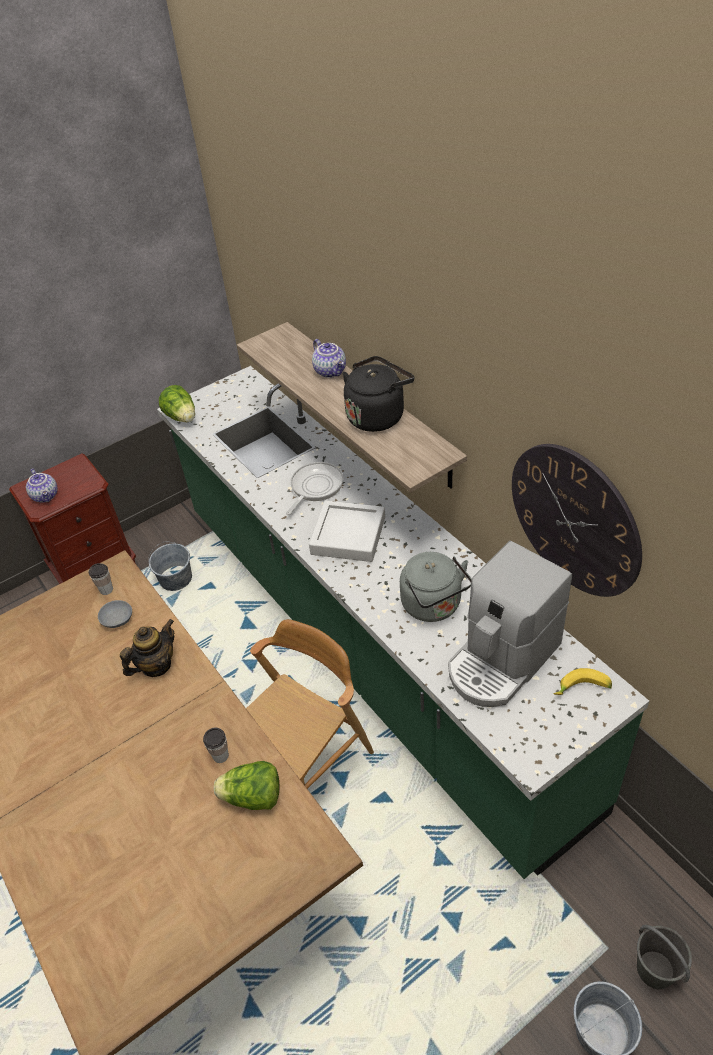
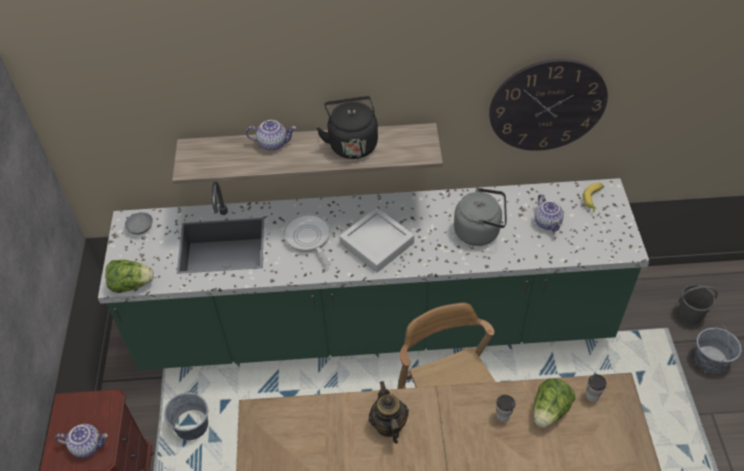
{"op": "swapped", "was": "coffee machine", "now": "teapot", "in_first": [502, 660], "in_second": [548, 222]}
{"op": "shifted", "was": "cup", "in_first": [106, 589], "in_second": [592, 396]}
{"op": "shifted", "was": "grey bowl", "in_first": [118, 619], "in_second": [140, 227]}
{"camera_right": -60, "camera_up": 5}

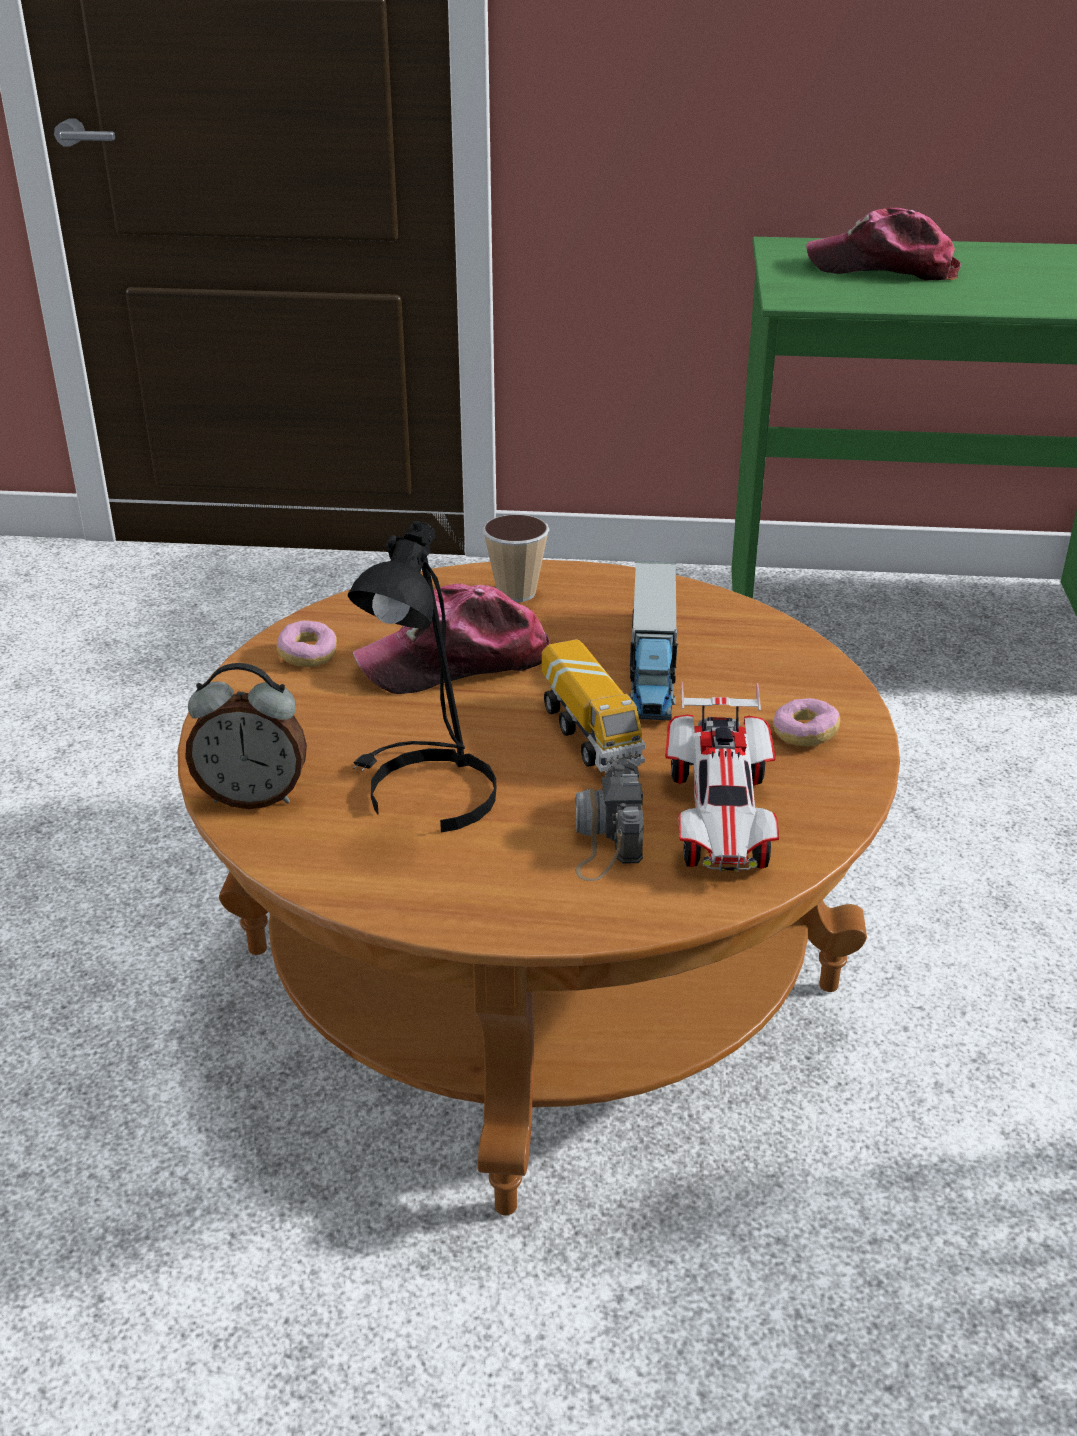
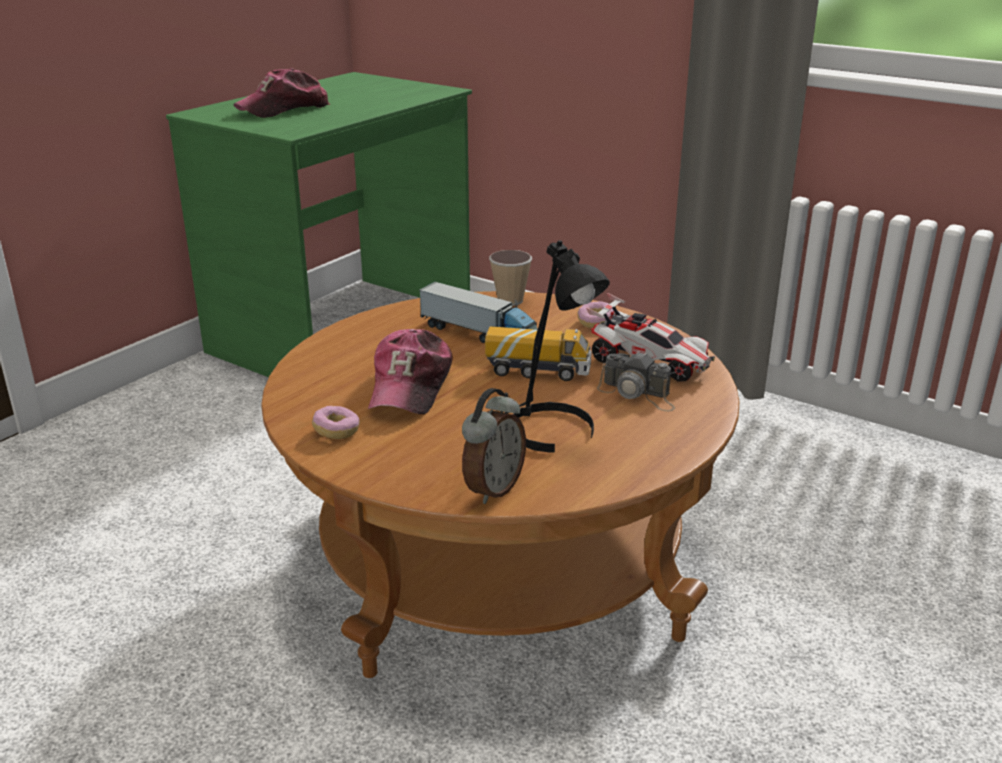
{"op": "shifted", "was": "cup", "in_first": [516, 593], "in_second": [510, 301]}
{"camera_right": -60, "camera_up": -5}

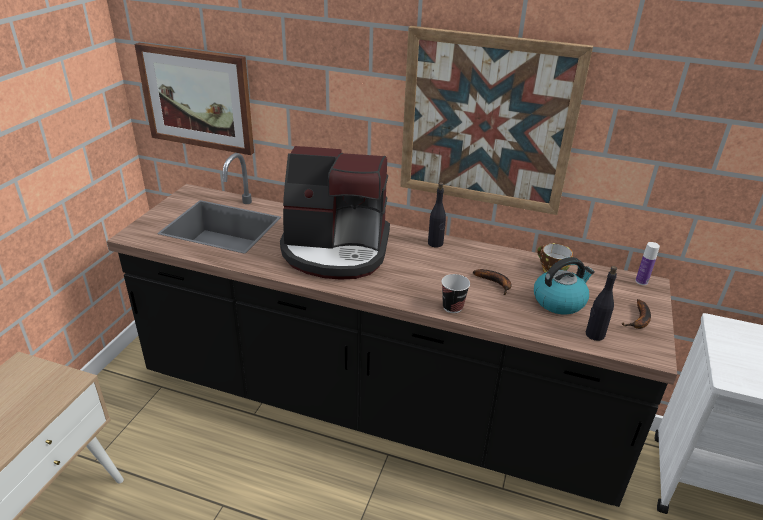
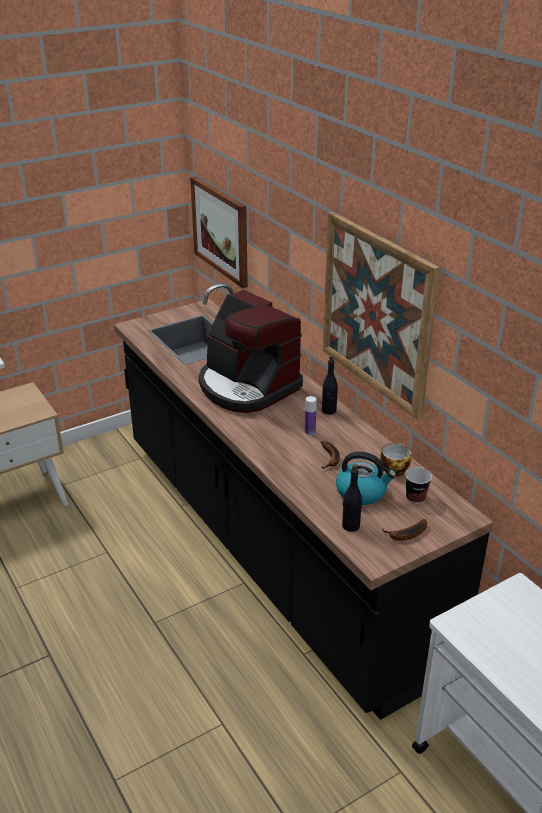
{"op": "shifted", "was": "bottle", "in_first": [641, 281], "in_second": [310, 432]}
{"op": "shifted", "was": "cup", "in_first": [452, 307], "in_second": [415, 498]}
{"camera_right": 40, "camera_up": 0}

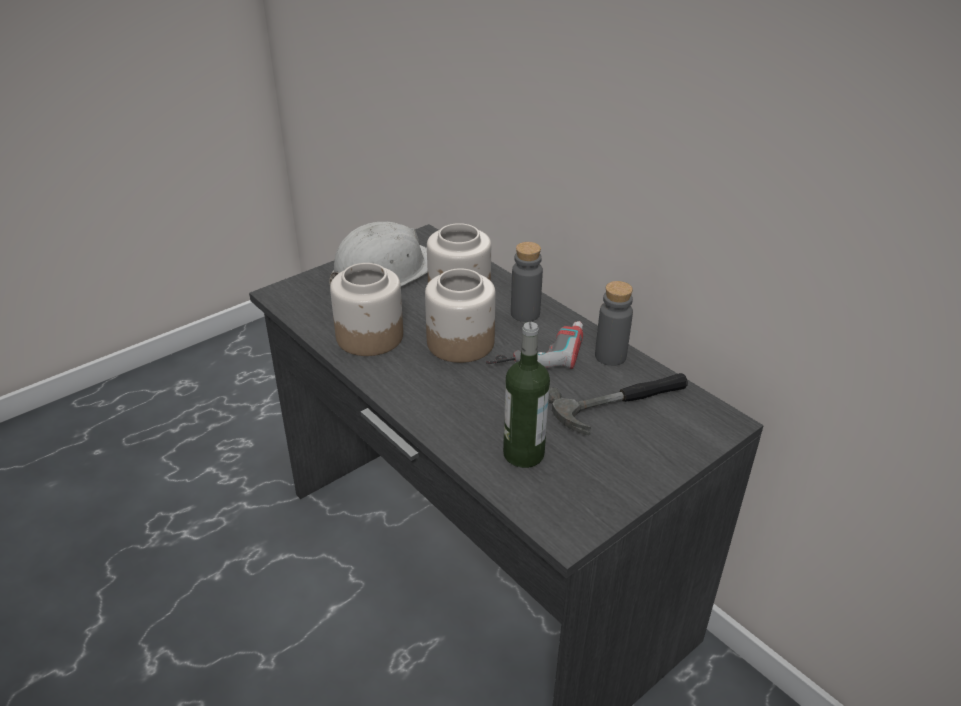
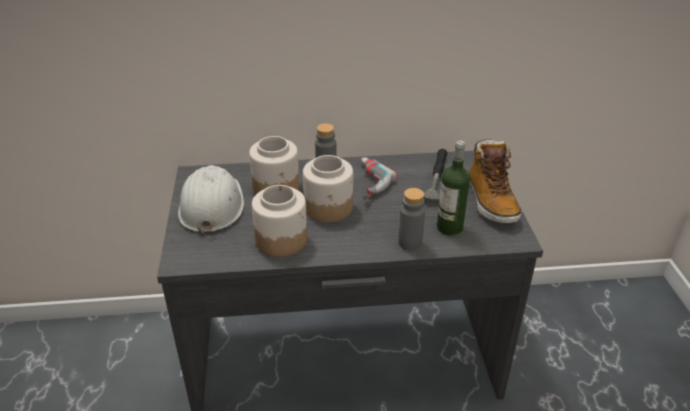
{"op": "shifted", "was": "grey bottle", "in_first": [610, 356], "in_second": [410, 243]}
{"op": "new", "now": "boot", "in_second": [491, 201]}
{"camera_right": -55, "camera_up": 0}

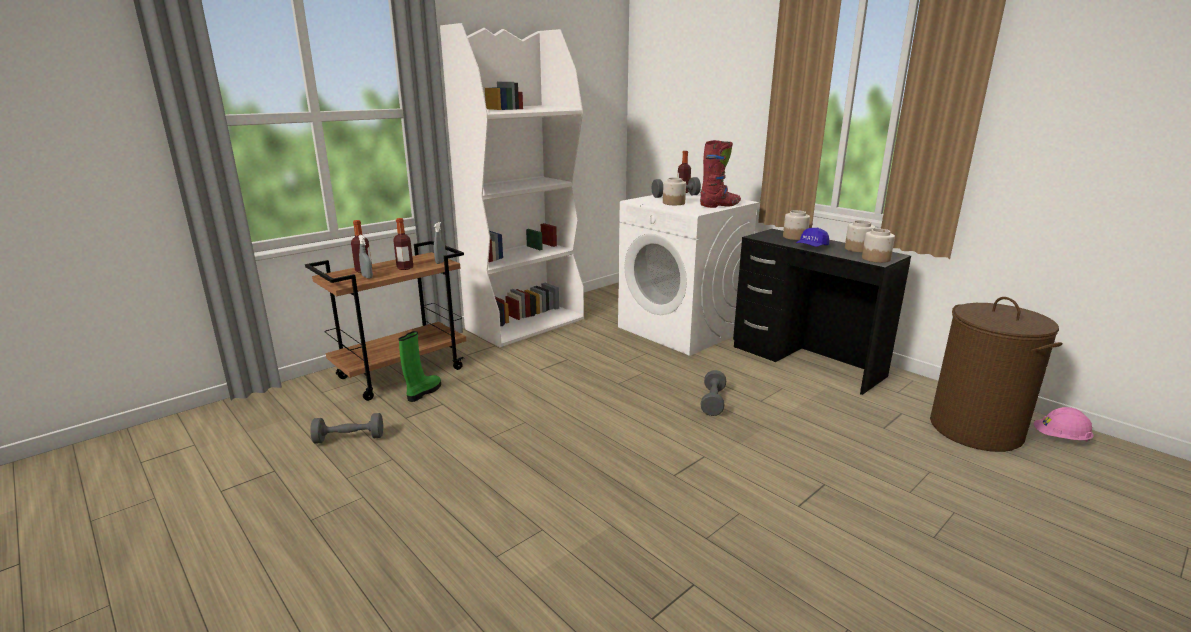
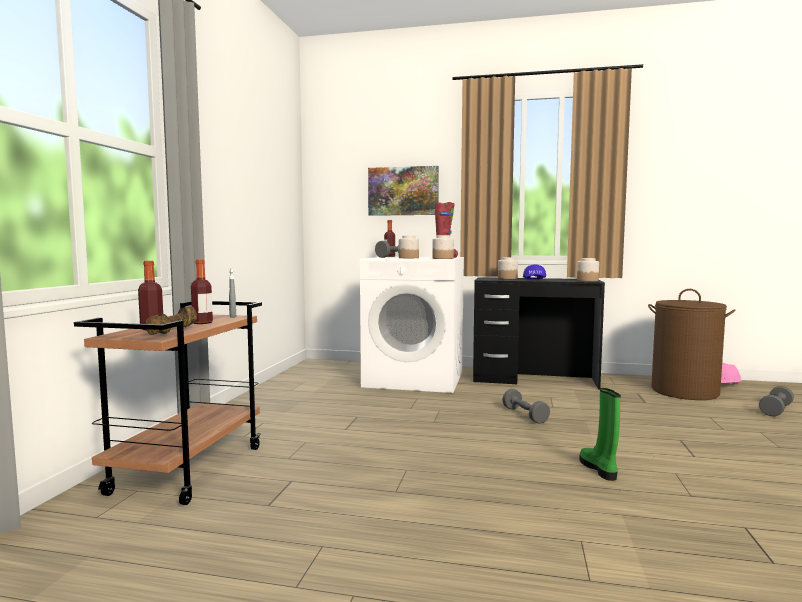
{"op": "gone", "was": "white bookcase", "in_first": [526, 324]}
{"op": "shifted", "was": "jar", "in_first": [858, 249], "in_second": [443, 258]}
{"op": "swapped", "was": "grey spray bottle", "now": "brown dumbbell", "in_first": [367, 277], "in_second": [173, 331]}
{"op": "shifted", "was": "green boot", "in_first": [423, 392], "in_second": [599, 469]}
{"op": "shifted", "was": "grey dumbbell", "in_first": [349, 438], "in_second": [776, 410]}
{"op": "new", "now": "picture", "in_second": [403, 191]}
{"camera_right": -35, "camera_up": -15}

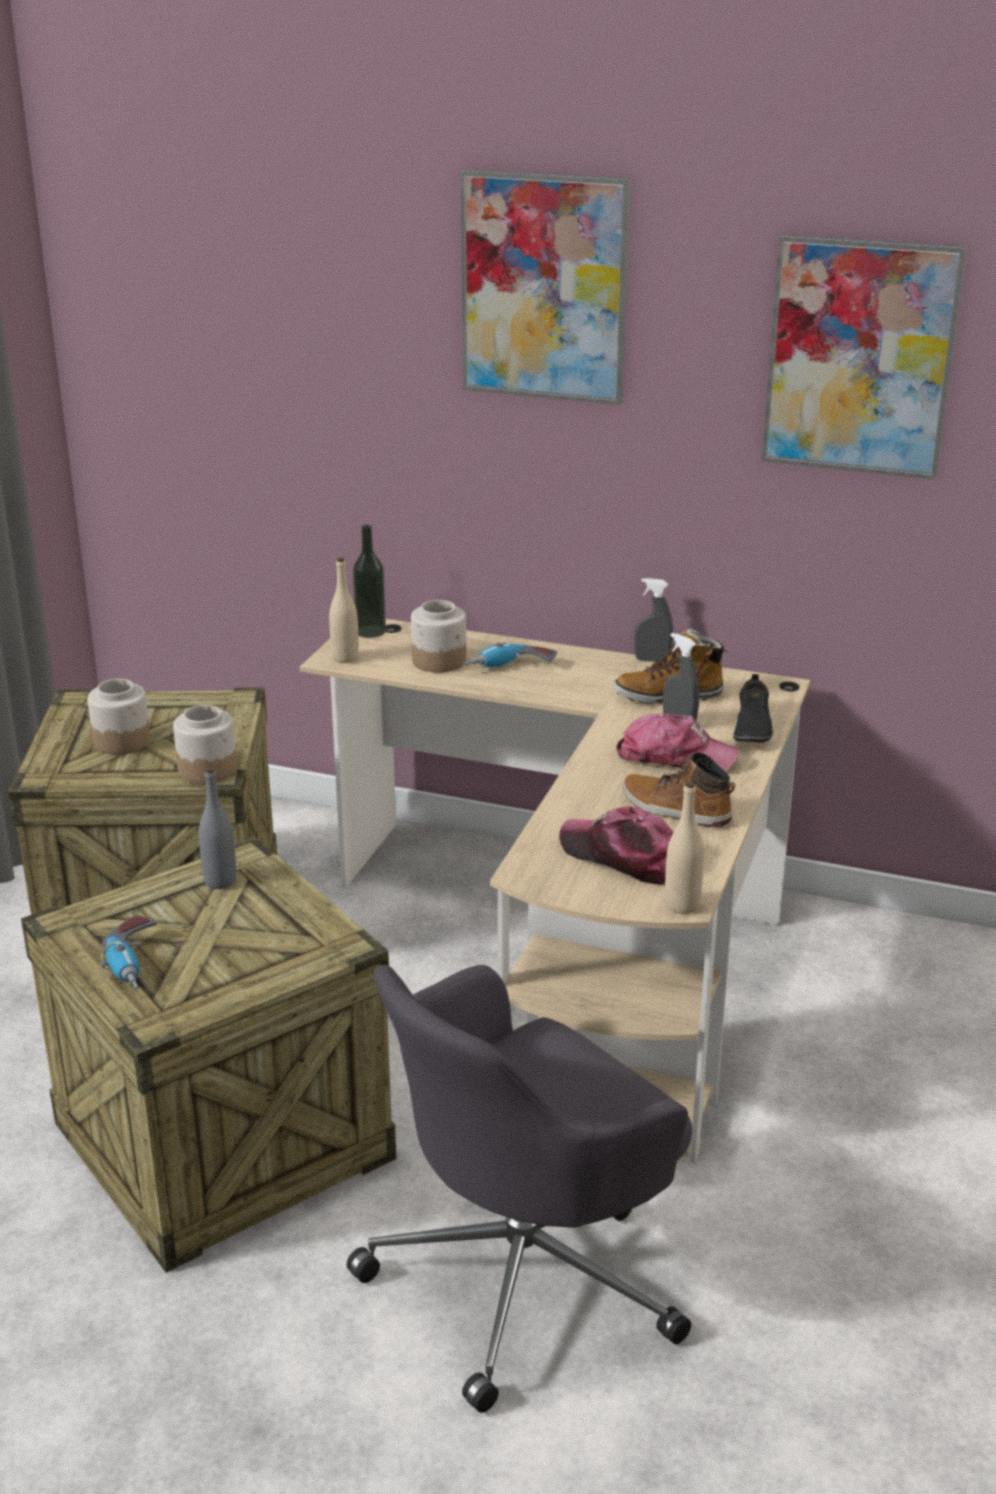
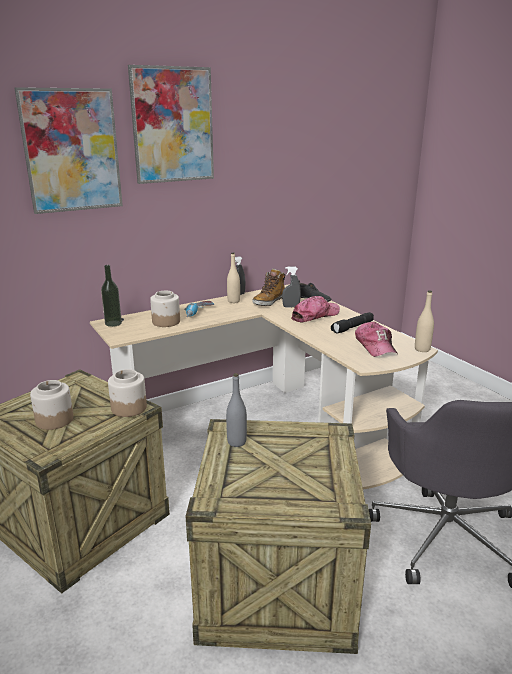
{"op": "shifted", "was": "picture", "in_first": [860, 357], "in_second": [71, 151]}
{"op": "shifted", "was": "beige bottle", "in_first": [345, 658], "in_second": [233, 301]}
{"op": "swapped", "was": "boot", "now": "black flashlight", "in_first": [675, 810], "in_second": [352, 328]}
{"op": "rotated", "was": "cap", "in_first": [623, 857], "in_second": [375, 346], "clockwise": -90}
{"op": "gone", "was": "power drill", "in_first": [135, 964]}
{"camera_right": -50, "camera_up": -5}

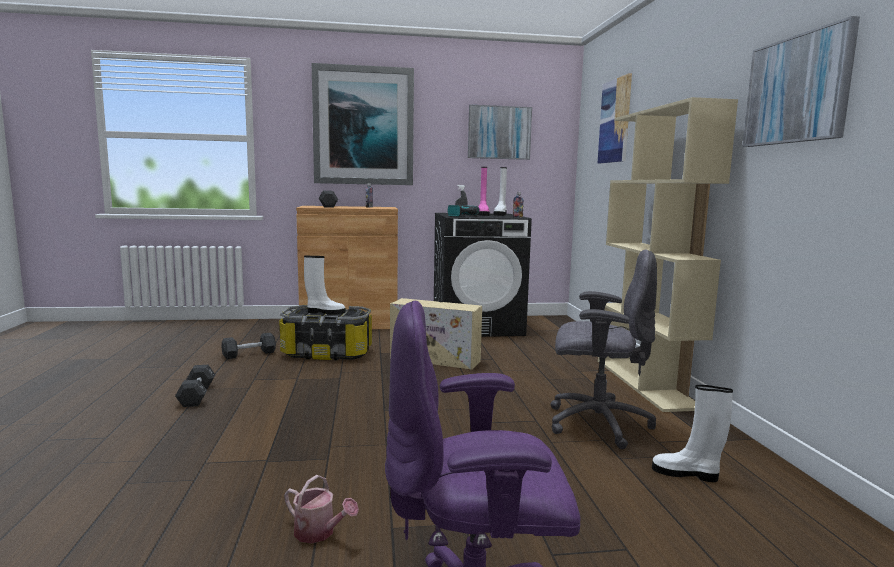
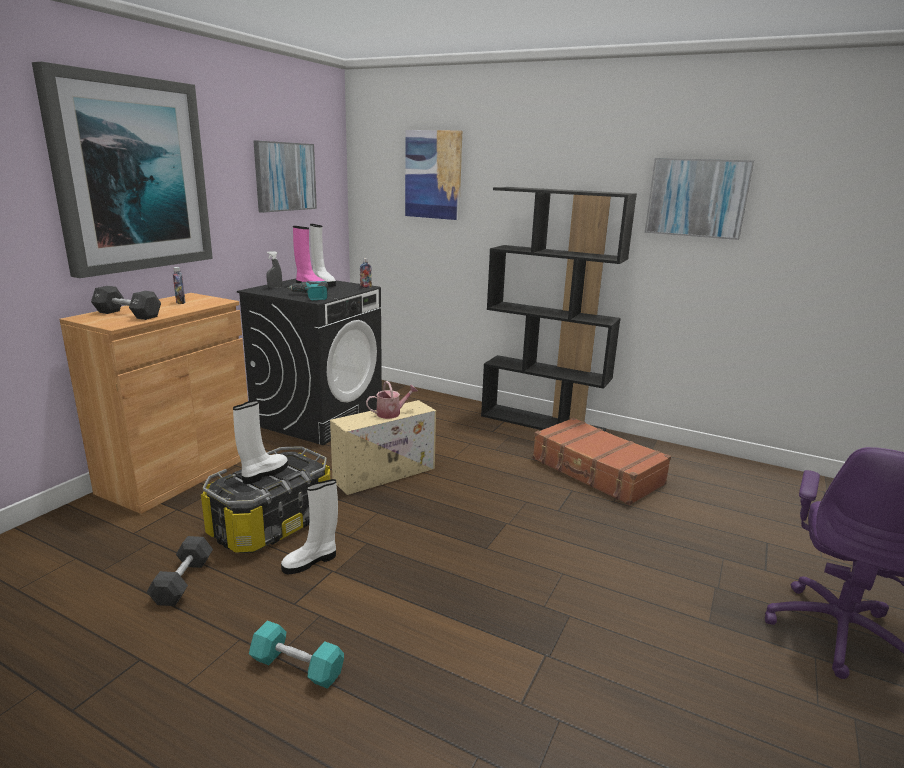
{"op": "repainted", "was": "beige bookcase", "now": "black bookcase", "in_first": [646, 383], "in_second": [543, 423]}
{"op": "swapped", "was": "grey office chair", "now": "brown suitcase", "in_first": [596, 423], "in_second": [596, 472]}
{"op": "repainted", "was": "black dumbbell", "now": "turquoise dumbbell", "in_first": [197, 395], "in_second": [297, 667]}
{"op": "shifted", "was": "white boot", "in_first": [687, 473], "in_second": [311, 561]}
{"op": "shifted", "was": "watering can", "in_first": [319, 533], "in_second": [391, 413]}
{"camera_right": -55, "camera_up": 10}

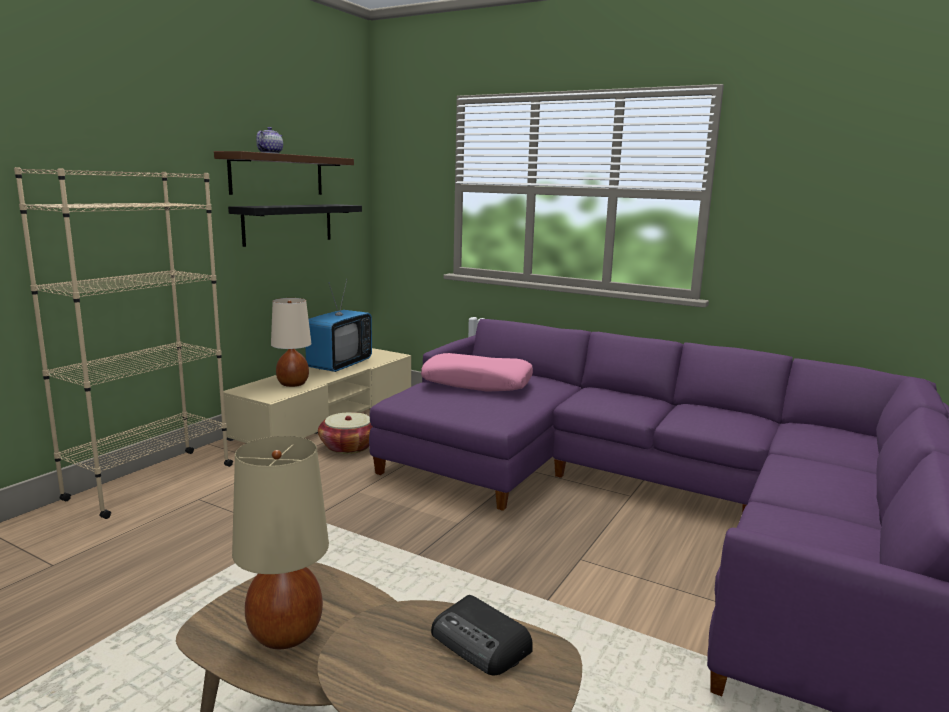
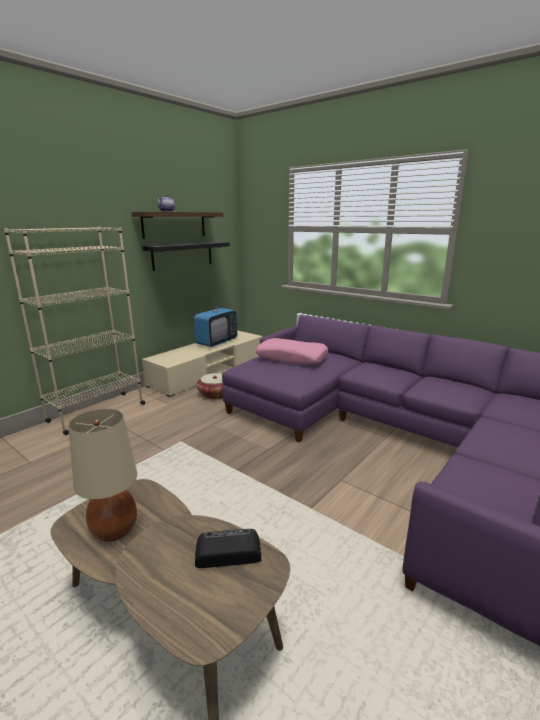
{"op": "gone", "was": "beige table lamp", "in_first": [292, 384]}
{"op": "rotated", "was": "radio", "in_first": [481, 643], "in_second": [227, 552], "clockwise": 120}
{"camera_right": 10, "camera_up": 5}

